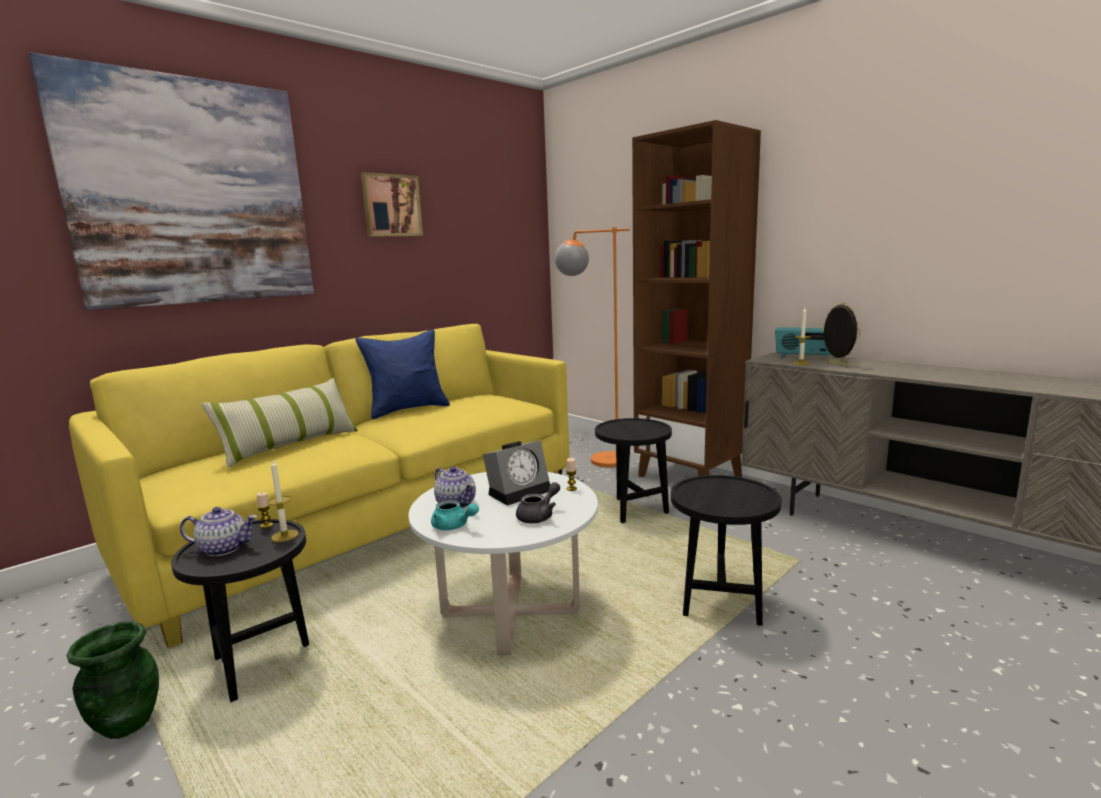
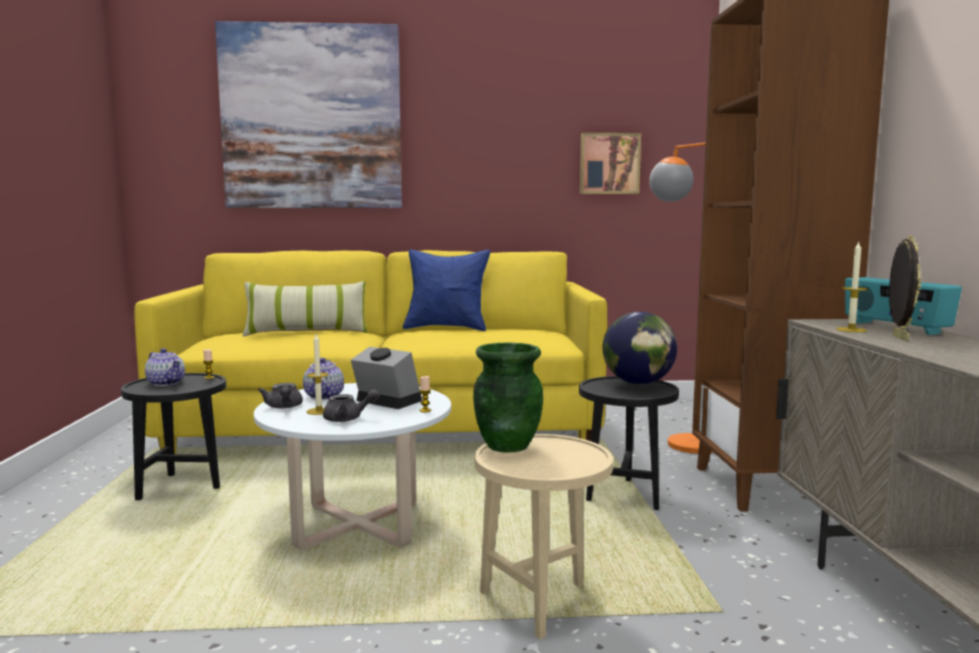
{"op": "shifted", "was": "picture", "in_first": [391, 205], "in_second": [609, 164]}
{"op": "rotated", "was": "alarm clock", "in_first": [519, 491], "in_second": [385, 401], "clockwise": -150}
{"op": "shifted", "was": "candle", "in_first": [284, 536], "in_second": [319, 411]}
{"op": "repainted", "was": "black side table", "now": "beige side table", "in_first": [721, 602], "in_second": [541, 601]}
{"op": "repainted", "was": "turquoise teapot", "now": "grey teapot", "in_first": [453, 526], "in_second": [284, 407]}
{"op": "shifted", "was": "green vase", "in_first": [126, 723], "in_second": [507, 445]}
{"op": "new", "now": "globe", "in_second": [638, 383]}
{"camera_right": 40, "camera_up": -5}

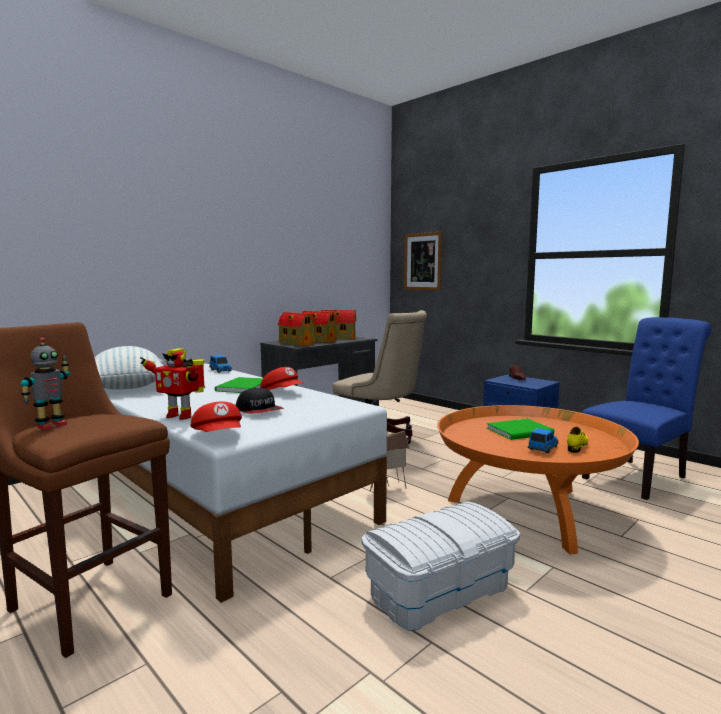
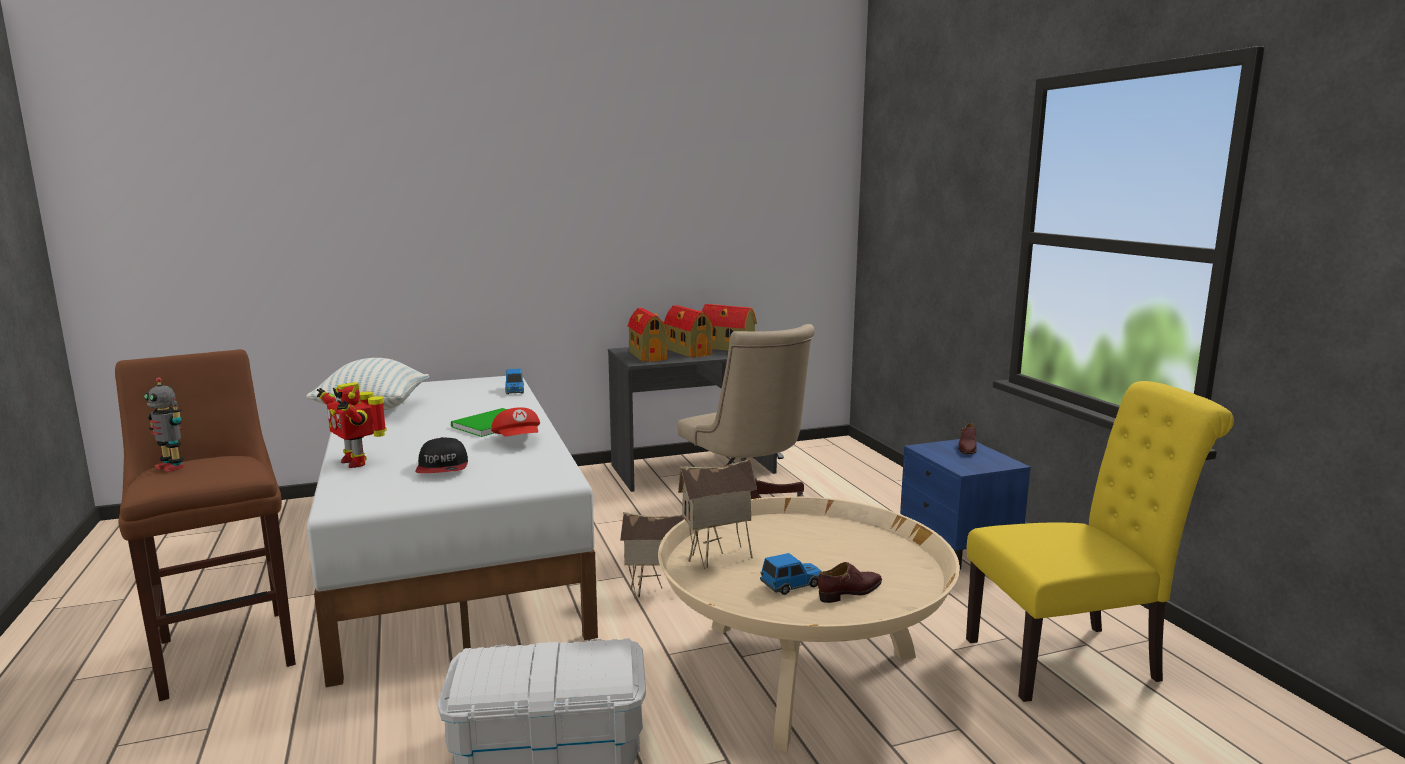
{"op": "gone", "was": "picture", "in_first": [423, 261]}
{"op": "repainted", "was": "blue chair", "now": "yellow chair", "in_first": [639, 476], "in_second": [1073, 659]}
{"op": "rotated", "was": "toy robot", "in_first": [51, 425], "in_second": [171, 467], "clockwise": 60}
{"op": "gone", "was": "red cap", "in_first": [219, 436]}
{"op": "repainted", "was": "orange coffee table", "now": "beige coffee table", "in_first": [527, 511], "in_second": [802, 671]}
{"op": "gone", "was": "green book", "in_first": [522, 431]}
{"op": "repainted", "was": "yellow shoe", "now": "brown shoe", "in_first": [577, 446], "in_second": [850, 592]}
{"op": "new", "now": "toy house", "in_second": [718, 559]}
{"camera_right": 25, "camera_up": 5}

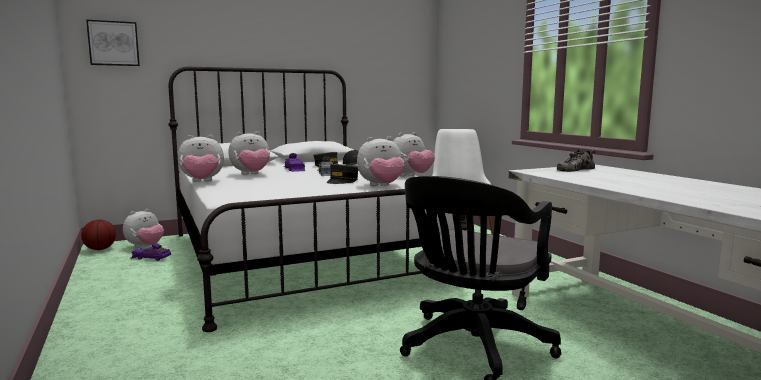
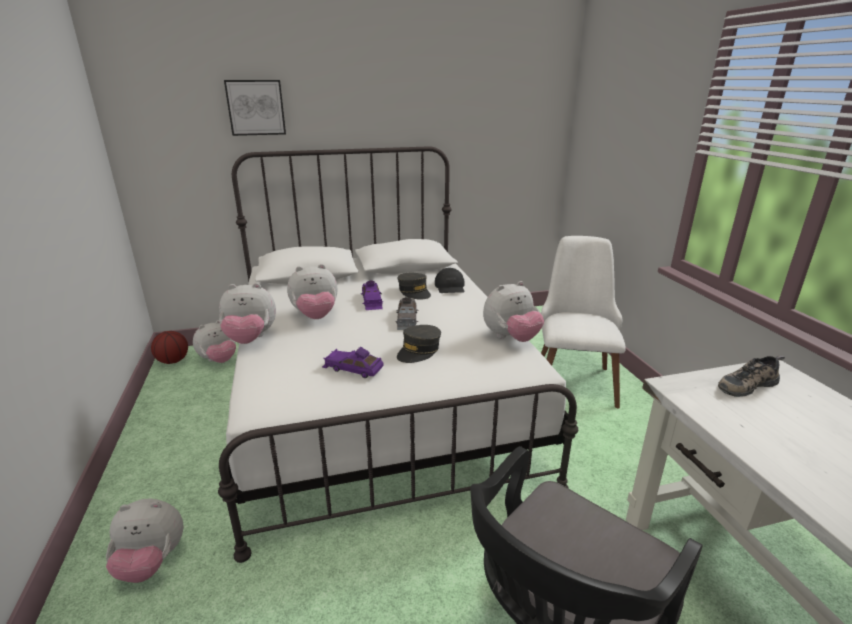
{"op": "shifted", "was": "picture", "in_first": [113, 43], "in_second": [256, 107]}
{"op": "shifted", "was": "plush toy", "in_first": [381, 186], "in_second": [152, 562]}
{"op": "shifted", "was": "purple toy car", "in_first": [150, 258], "in_second": [352, 368]}
{"camera_right": 10, "camera_up": 15}

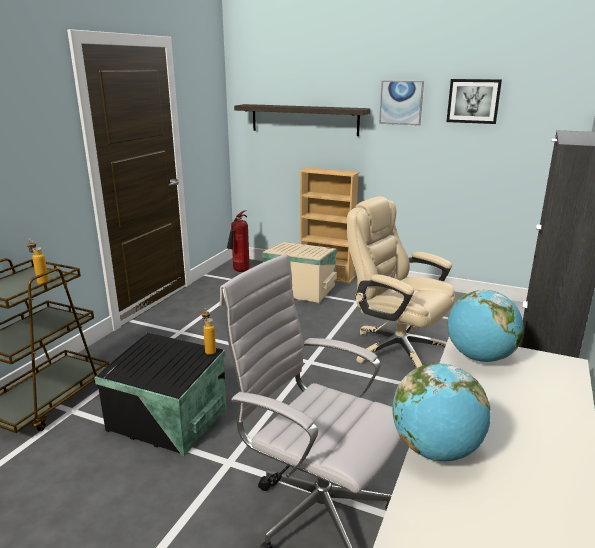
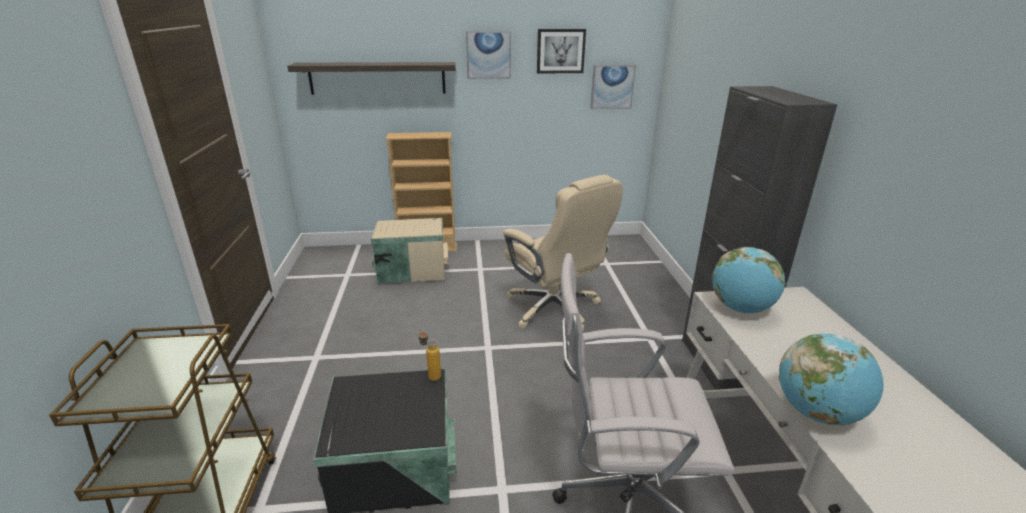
{"op": "rotated", "was": "beige office chair", "in_first": [396, 349], "in_second": [554, 309], "clockwise": -135}
{"op": "gone", "was": "fire extinguisher", "in_first": [240, 271]}
{"op": "gone", "was": "bottle", "in_first": [41, 281]}
{"op": "new", "now": "picture", "in_second": [612, 87]}
{"camera_right": -30, "camera_up": 5}

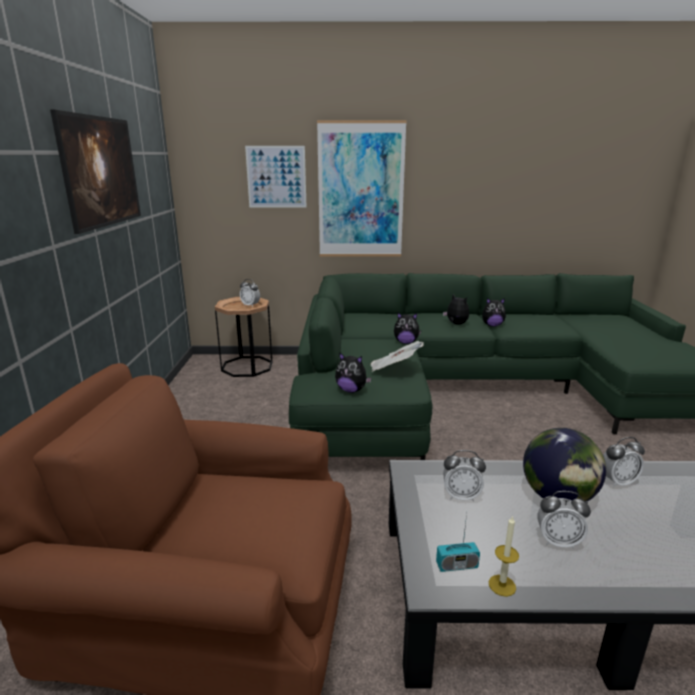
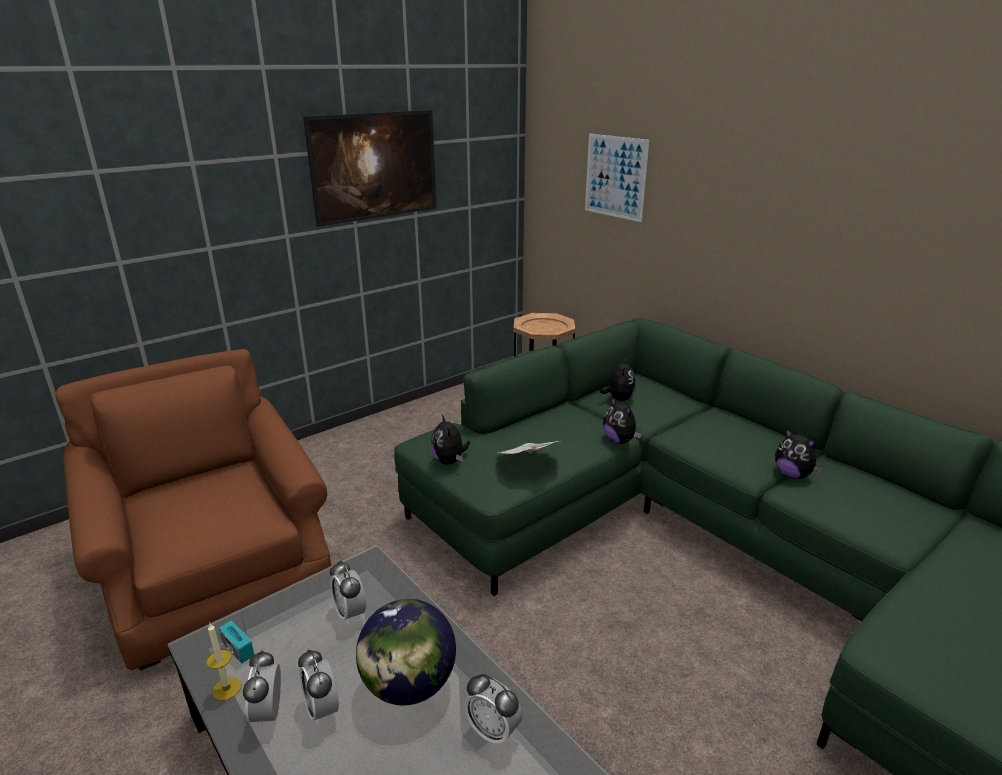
{"op": "gone", "was": "picture", "in_first": [361, 191]}
{"op": "shifted", "was": "alarm clock", "in_first": [250, 305], "in_second": [268, 712]}
{"op": "shifted", "was": "plush toy", "in_first": [456, 324], "in_second": [618, 399]}
{"camera_right": 50, "camera_up": 5}

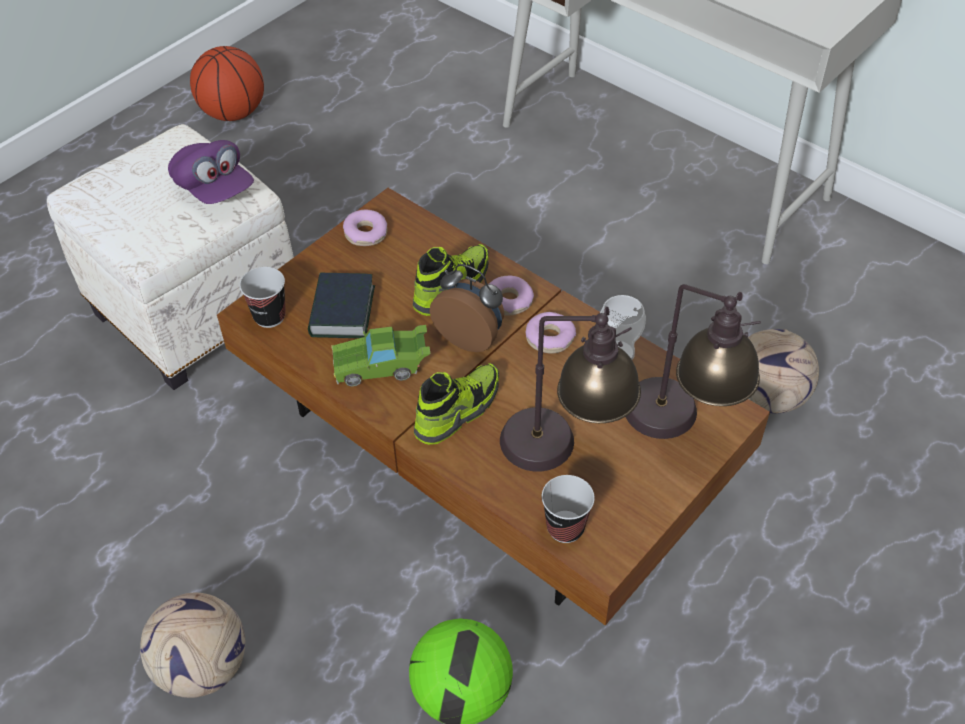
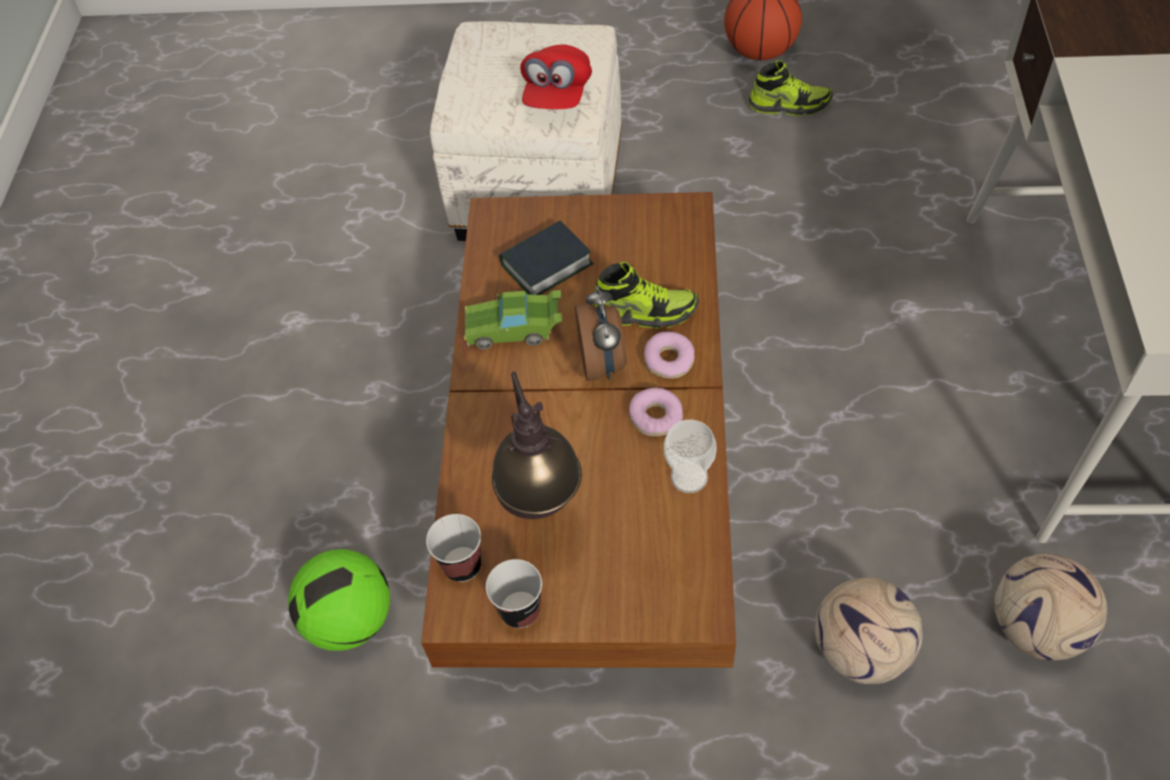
{"op": "repainted", "was": "purple cap", "now": "red cap", "in_first": [214, 188], "in_second": [557, 94]}
{"op": "gone", "was": "donut", "in_first": [366, 234]}
{"op": "shifted", "was": "cup", "in_first": [269, 316], "in_second": [520, 611]}
{"op": "gone", "was": "table lamp", "in_first": [681, 427]}
{"op": "rotated", "was": "green toy car", "in_first": [382, 366], "in_second": [515, 330], "clockwise": -45}
{"op": "shifted", "was": "shoe", "in_first": [457, 410], "in_second": [789, 105]}
{"op": "shifted", "was": "football", "in_first": [204, 667], "in_second": [1037, 629]}
{"camera_right": 55, "camera_up": 5}

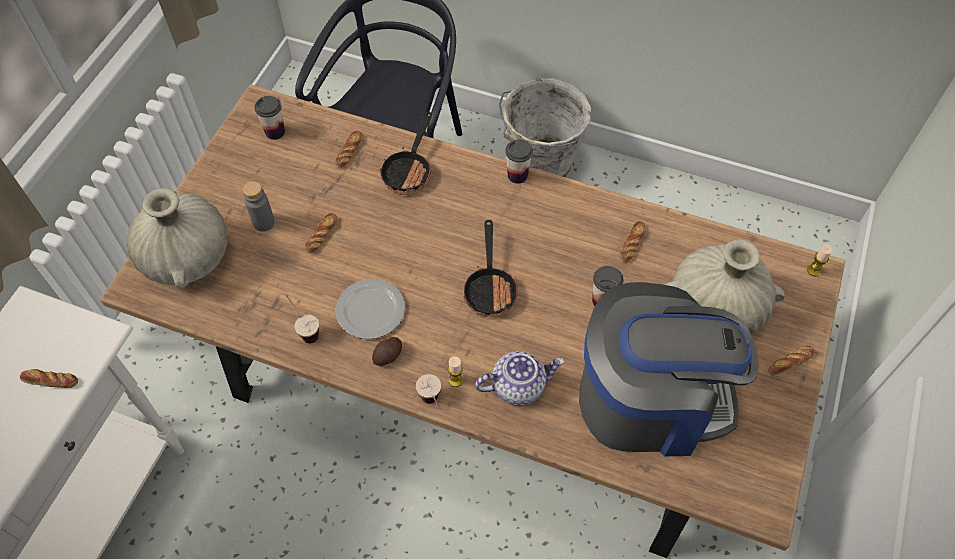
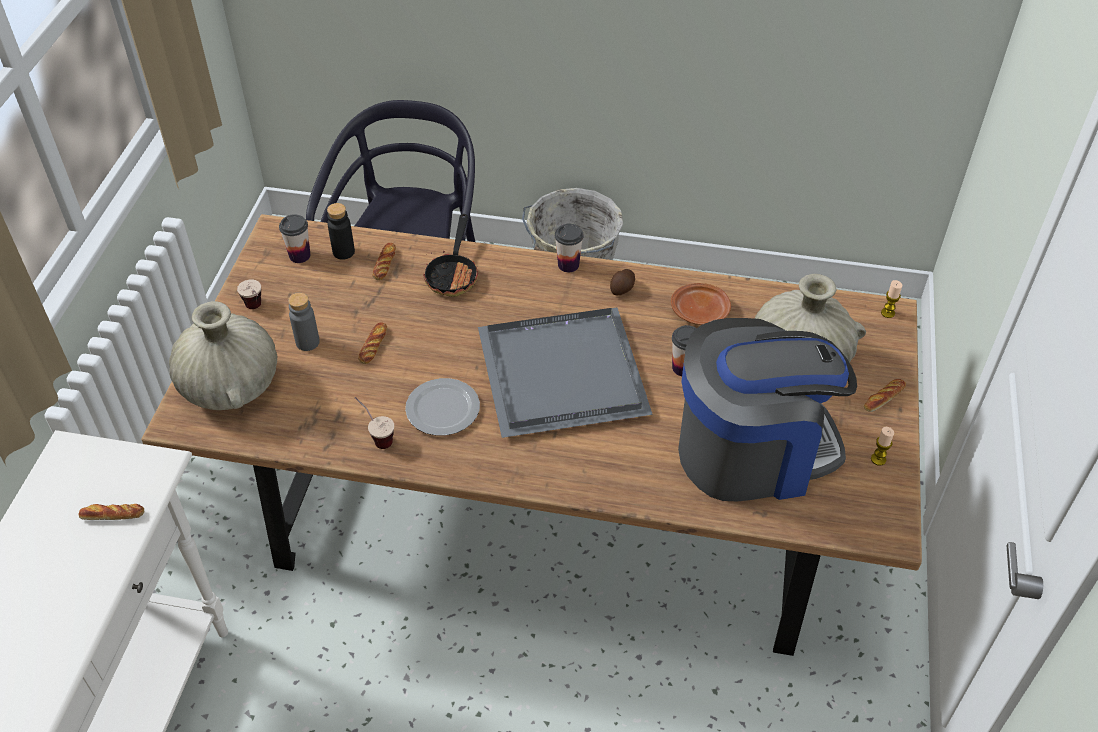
{"op": "swapped", "was": "frying pan", "now": "grey tray", "in_first": [490, 288], "in_second": [564, 371]}
{"op": "swapped", "was": "bread", "now": "brown plate", "in_first": [631, 243], "in_second": [700, 312]}
{"op": "shifted", "was": "potato", "in_first": [388, 356], "in_second": [623, 288]}
{"op": "gone", "was": "teapot", "in_first": [518, 386]}
{"op": "shifted", "was": "candle", "in_first": [455, 380], "in_second": [878, 459]}
{"op": "shifted", "was": "cup", "in_first": [432, 405], "in_second": [257, 310]}
{"op": "new", "now": "black bottle", "in_second": [343, 252]}
{"camera_right": -10, "camera_up": -10}

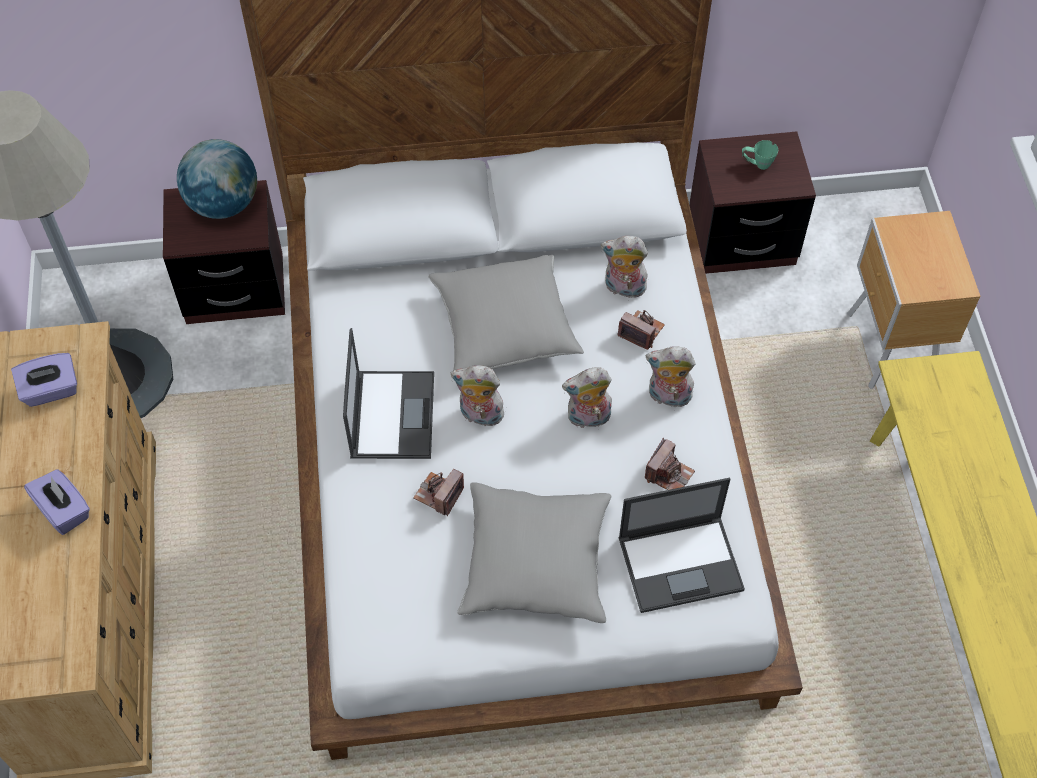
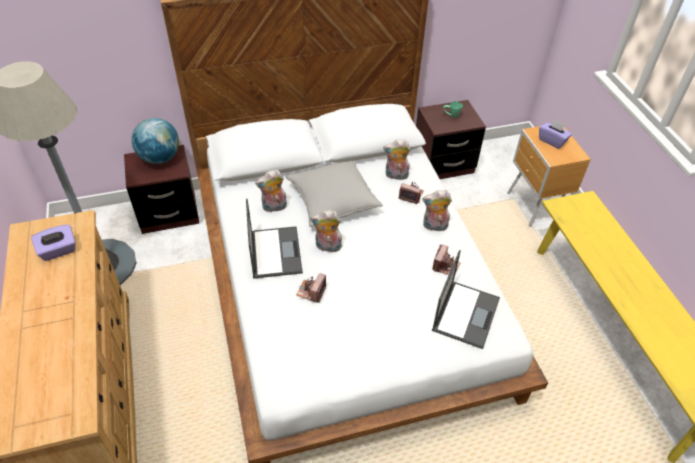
{"op": "shifted", "was": "plush toy", "in_first": [588, 419], "in_second": [274, 207]}
{"op": "shifted", "was": "purple tissue box", "in_first": [64, 510], "in_second": [552, 141]}
{"op": "rotated", "was": "laptop", "in_first": [681, 563], "in_second": [466, 313], "clockwise": -45}
{"op": "gone", "was": "grey pillow", "in_first": [535, 563]}
{"camera_right": -10, "camera_up": -10}

